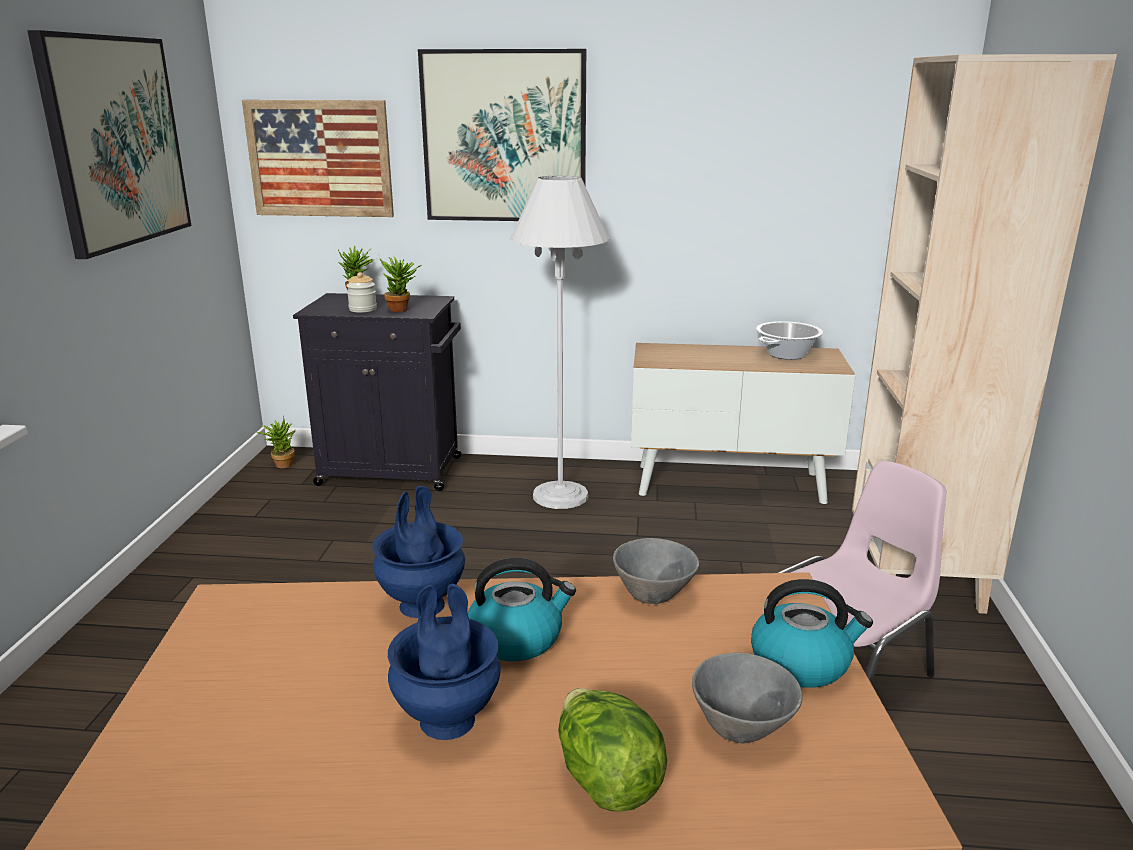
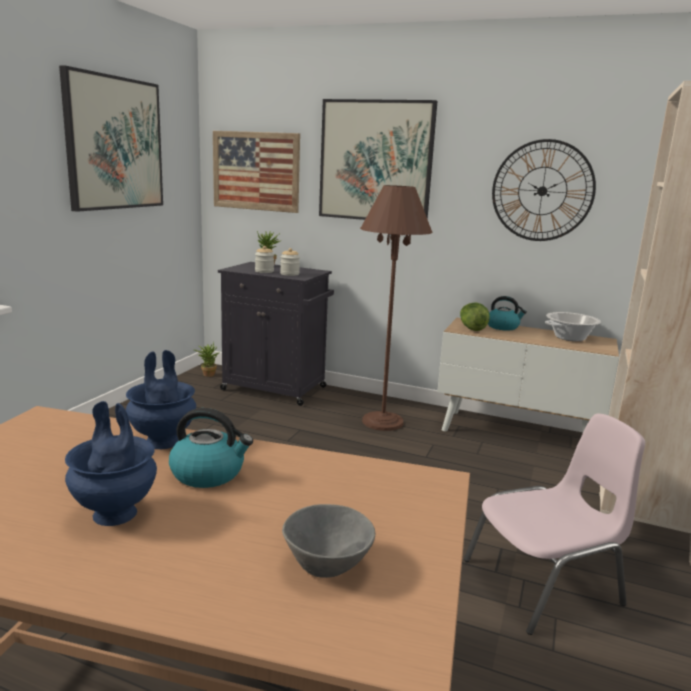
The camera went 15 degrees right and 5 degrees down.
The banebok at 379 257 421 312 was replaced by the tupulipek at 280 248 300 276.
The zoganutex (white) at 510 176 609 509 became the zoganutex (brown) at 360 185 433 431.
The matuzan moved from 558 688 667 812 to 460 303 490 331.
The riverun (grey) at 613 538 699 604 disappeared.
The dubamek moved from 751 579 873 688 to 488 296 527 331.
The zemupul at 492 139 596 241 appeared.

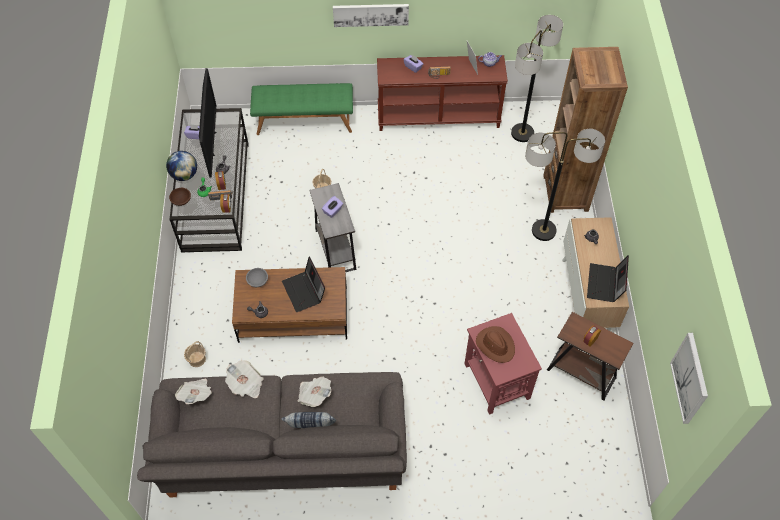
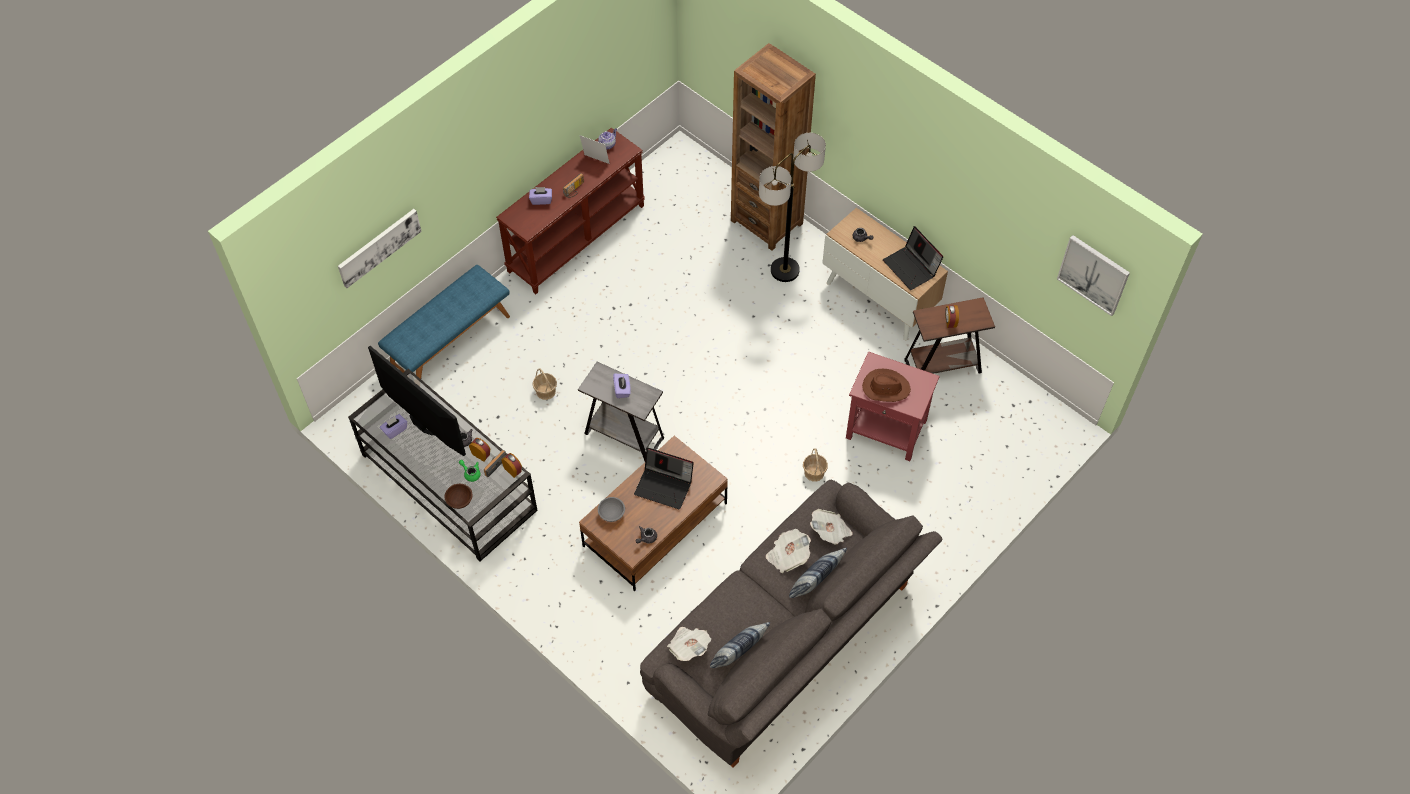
The camera went 45 degrees left and 0 degrees up.
The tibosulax at 166 151 197 181 disappeared.
The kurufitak moved from 184 341 206 367 to 803 448 828 482.
The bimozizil moved from 225 360 263 398 to 810 509 853 545.
The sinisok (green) at 250 83 353 135 became the sinisok (blue) at 378 265 510 379.
The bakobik moved from 333 4 409 27 to 338 209 422 288.
The zoganutex at 511 15 563 142 disappeared.
The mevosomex at 710 622 770 668 appeared.

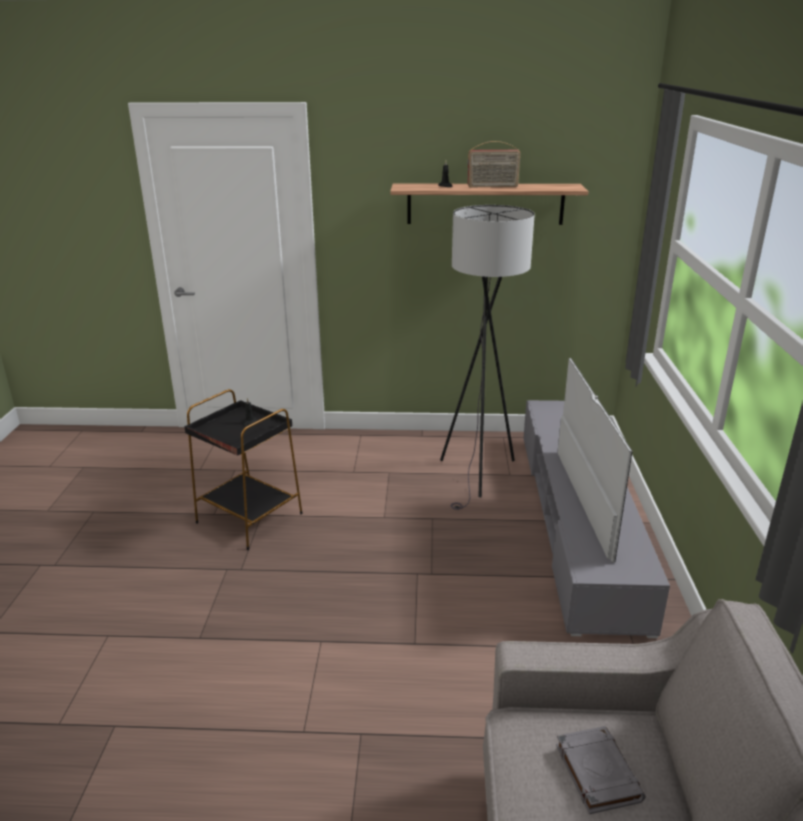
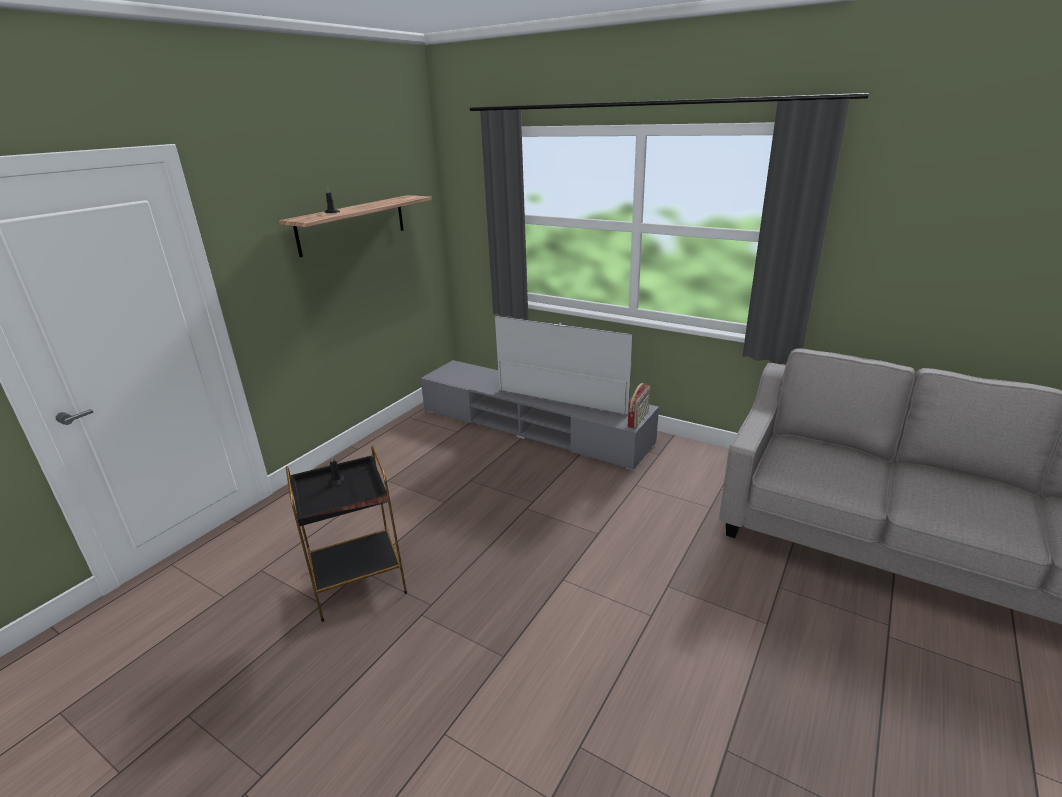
The camera went 60 degrees left and 0 degrees up.
The zoganutex (grey) at 440 205 535 510 disappeared.
The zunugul moved from 467 141 520 187 to 628 383 650 429.
The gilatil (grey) at 556 726 645 814 disappeared.

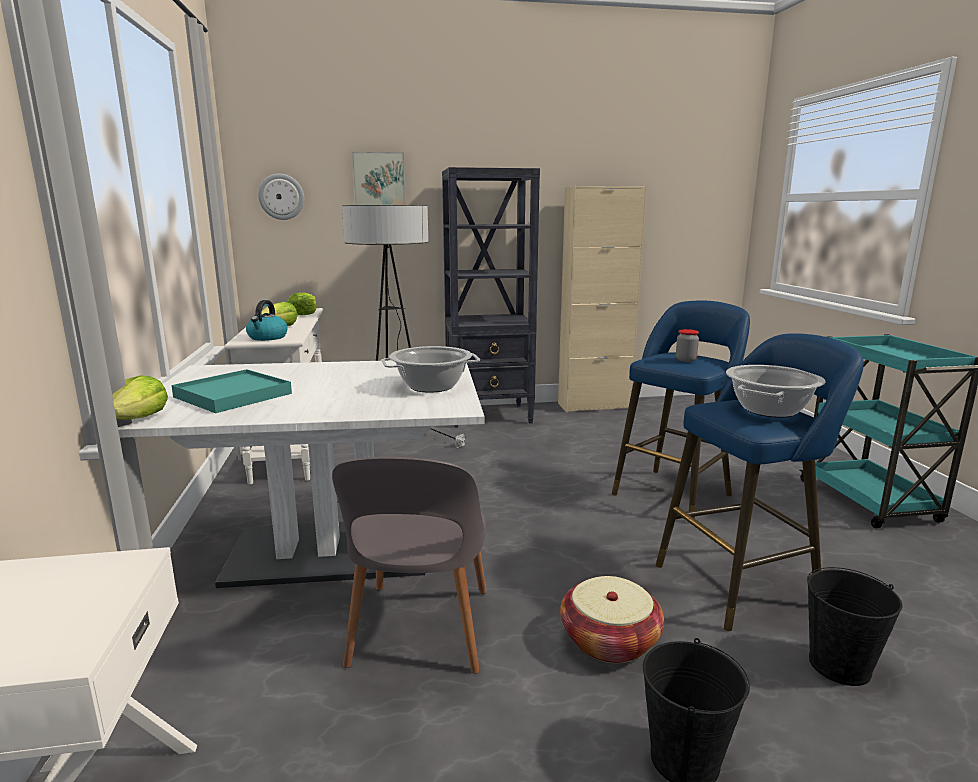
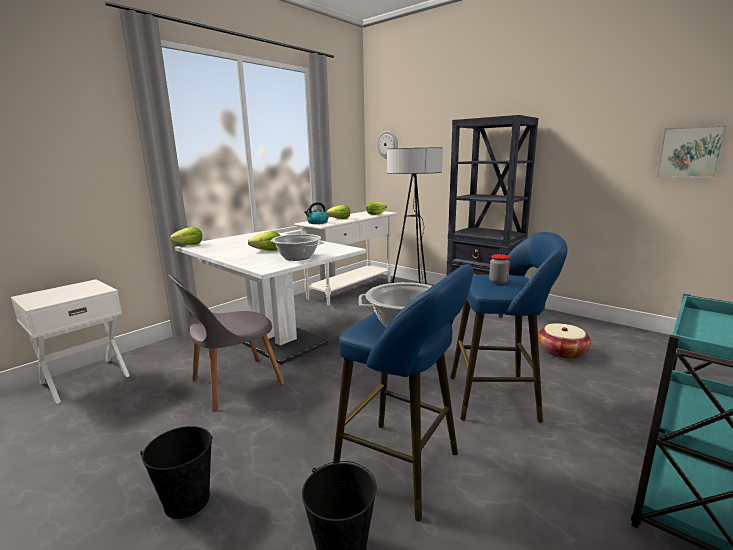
The camera went 50 degrees right and 0 degrees up.
The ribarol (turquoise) at 171 369 292 413 disappeared.
The bakobik moved from 352 151 406 205 to 656 125 727 178.
The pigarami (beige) at 558 186 647 412 disappeared.
The kurufitak moved from 560 576 664 663 to 538 323 591 359.
The matuzan at 248 231 280 251 appeared.

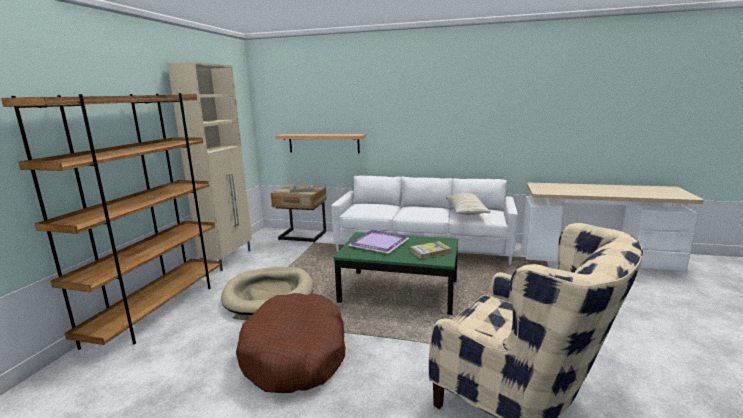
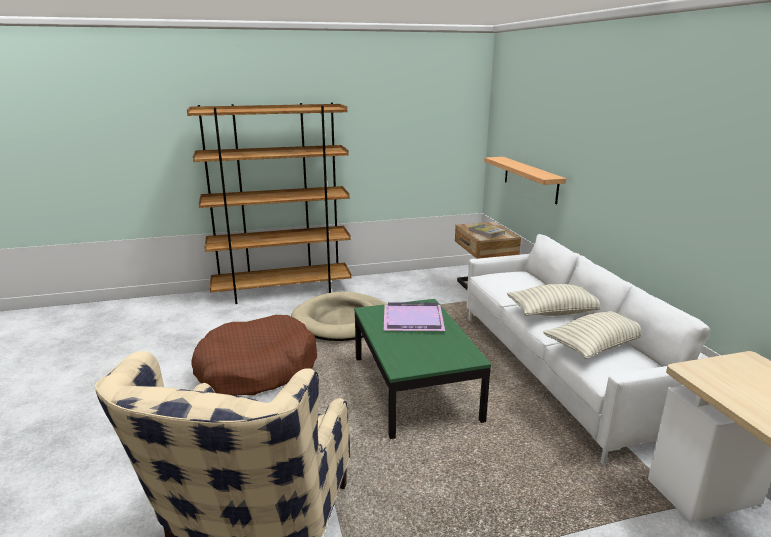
The camera went 60 degrees right and 5 degrees up.
The pigarami (beige) at 167 62 252 271 disappeared.
The gilatil at 410 241 451 259 disappeared.
The mevosomex at 507 284 600 316 appeared.

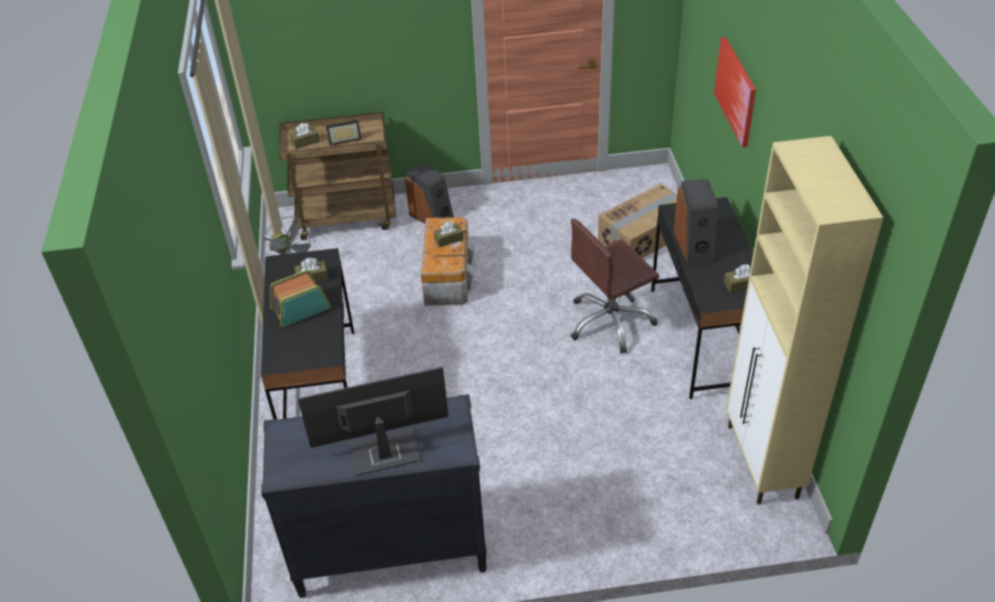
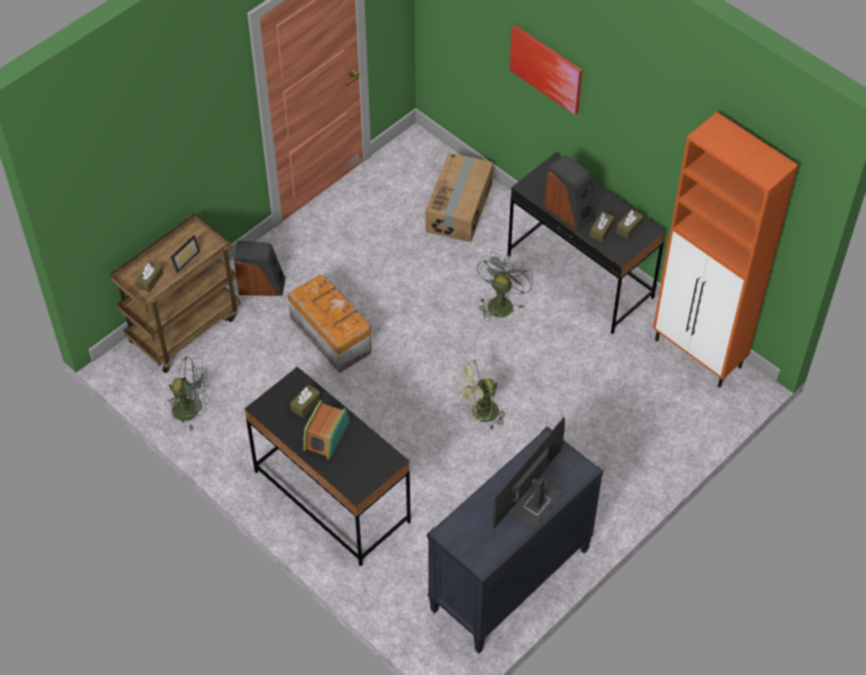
The camera went 40 degrees left and 10 degrees up.
The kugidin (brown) moved from 434 221 464 247 to 590 212 615 242.
The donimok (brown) at 571 218 659 354 was replaced by the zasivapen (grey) at 477 252 534 321.
The pigarami (beige) at 726 136 883 505 became the pigarami (orange) at 653 112 799 388.
The zasivapen (green) at 456 360 508 429 appeared.

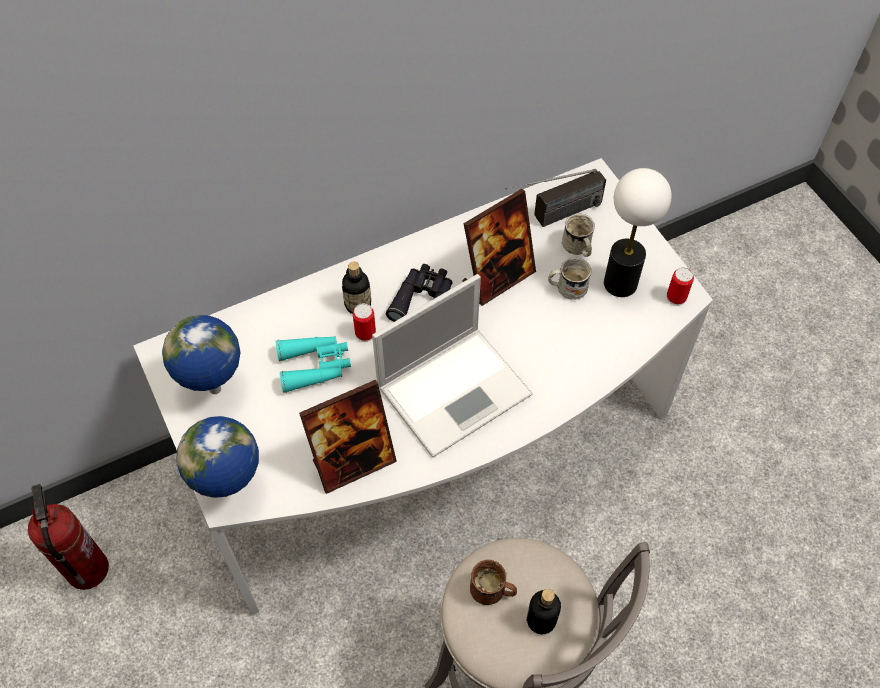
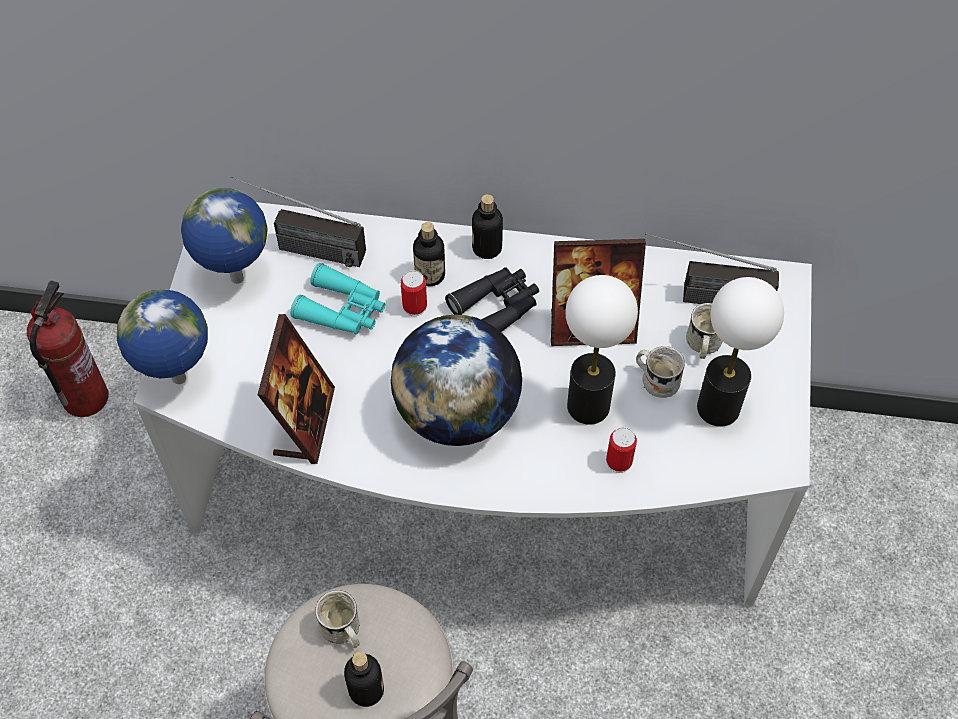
The camera went 35 degrees right and 0 degrees up.
The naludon at 299 380 397 494 turned 90 degrees counterclockwise.
The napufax at 372 274 533 458 was replaced by the tibosulax at 391 314 522 446.
The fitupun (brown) at 470 560 517 605 became the fitupun (white) at 315 590 360 648.
The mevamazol moved from 667 267 694 306 to 606 427 637 473.
The zunugul at 230 176 366 267 appeared.
The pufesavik at 472 194 503 259 appeared.
The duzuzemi at 565 275 638 425 appeared.

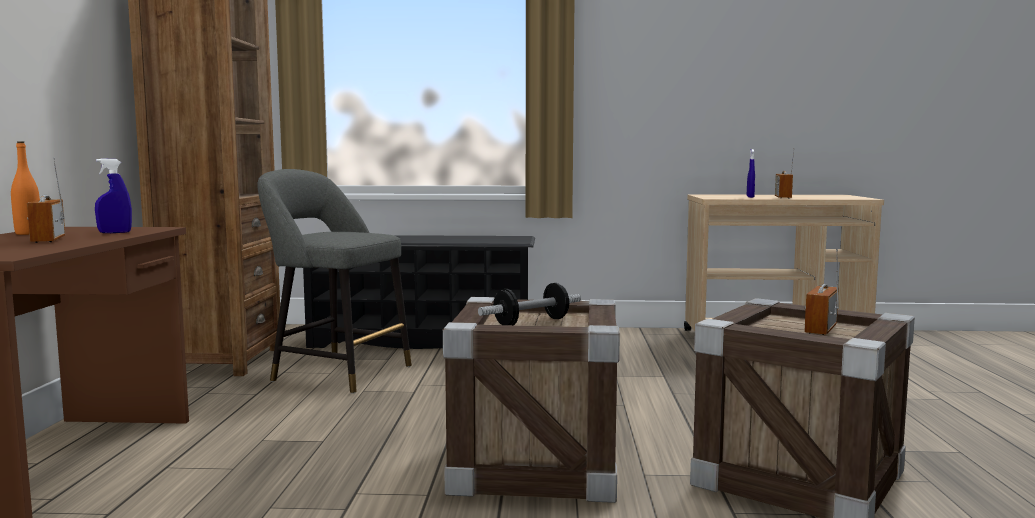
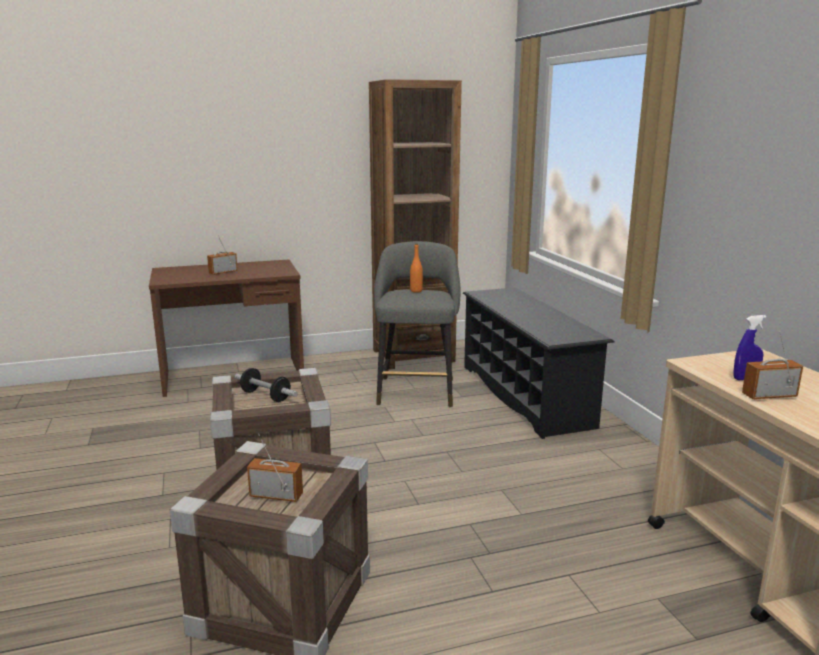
The camera went 70 degrees right and 10 degrees up.
The pufesavik (orange) moved from 11 141 40 235 to 410 243 423 293.
The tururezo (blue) at 95 158 132 233 disappeared.

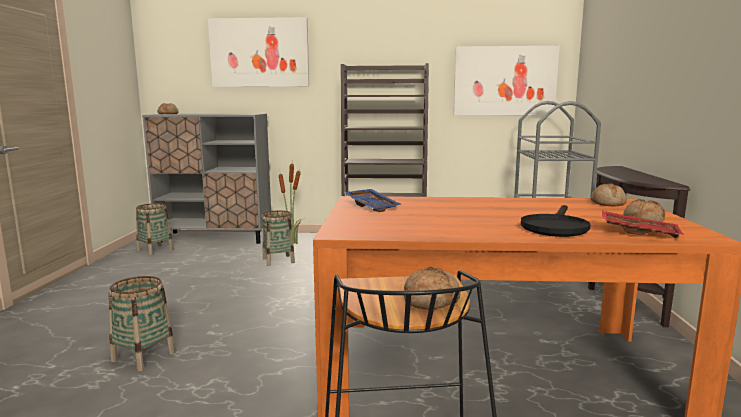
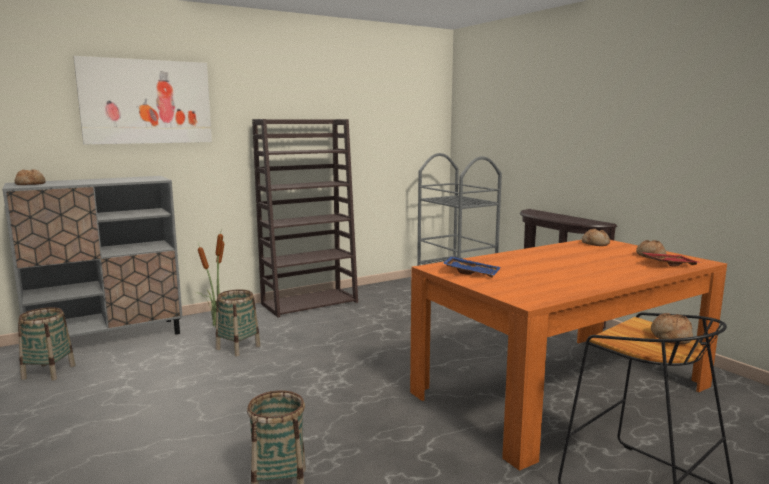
The camera went 35 degrees left and 0 degrees up.
The bakobik at 454 46 560 115 disappeared.
The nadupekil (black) at 521 205 591 237 disappeared.

